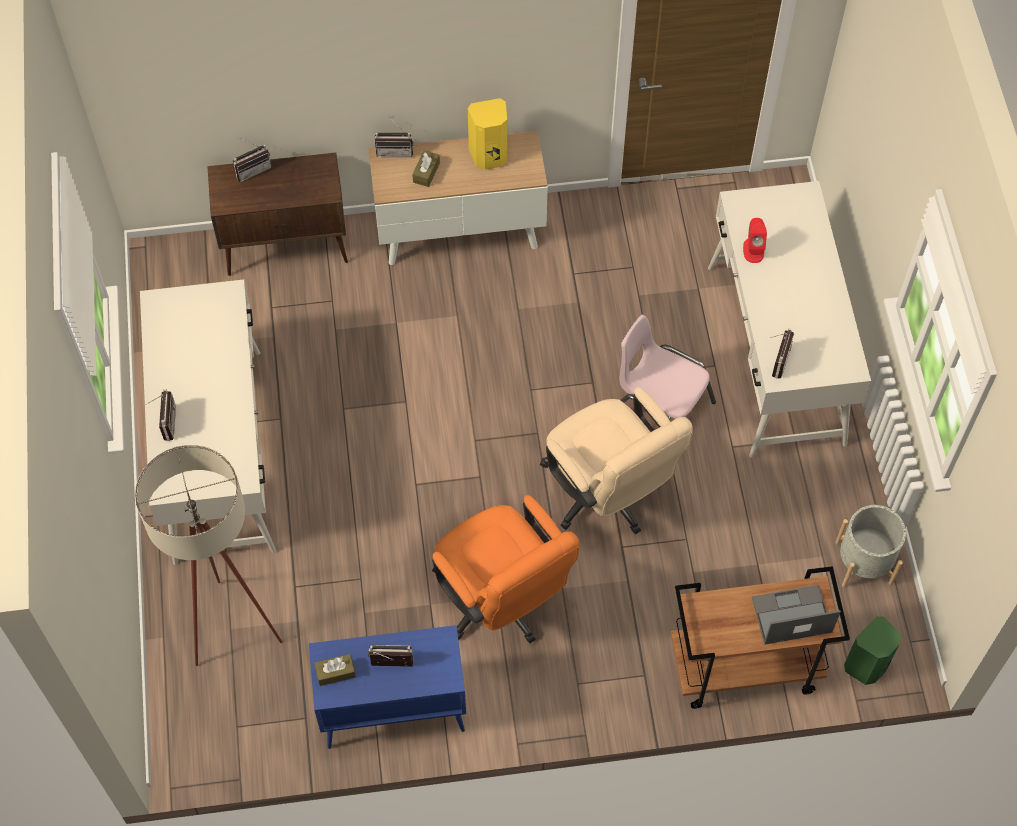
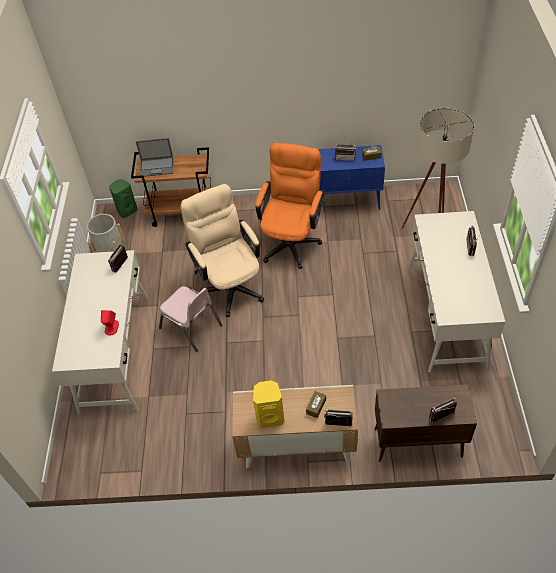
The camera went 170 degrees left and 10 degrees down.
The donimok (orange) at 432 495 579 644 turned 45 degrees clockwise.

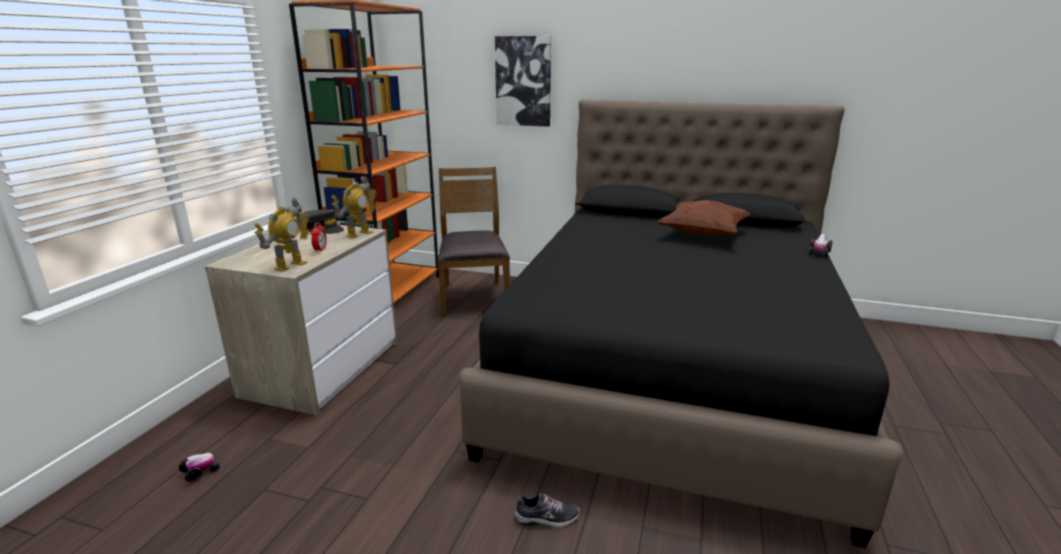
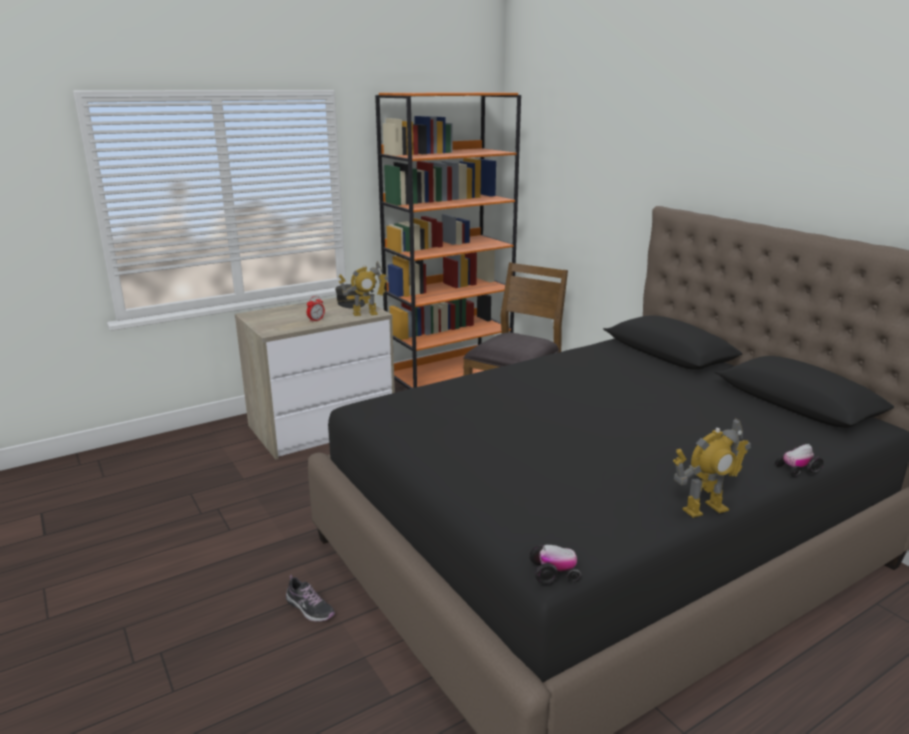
The camera went 40 degrees right and 0 degrees up.
The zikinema moved from 179 453 220 482 to 529 545 582 584.
The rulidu moved from 254 198 310 272 to 673 418 751 518.
The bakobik at 495 36 551 127 disappeared.
The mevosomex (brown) at 657 200 751 236 disappeared.

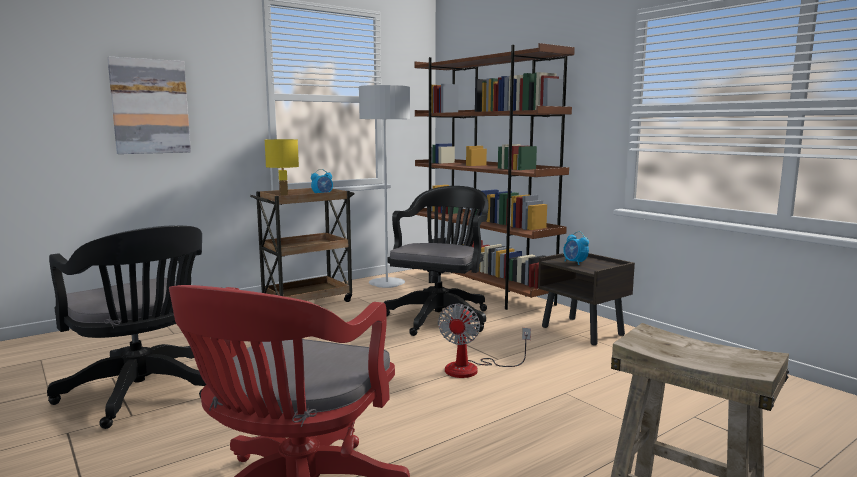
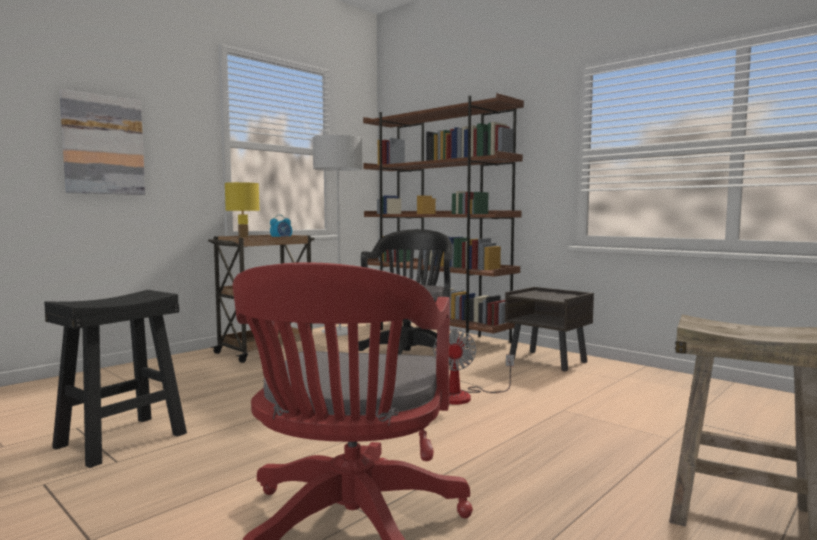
The camera went 10 degrees left and 5 degrees down.
The donimok (black) at 47 225 206 429 was replaced by the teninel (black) at 44 290 187 468.
The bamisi at 563 231 589 265 disappeared.

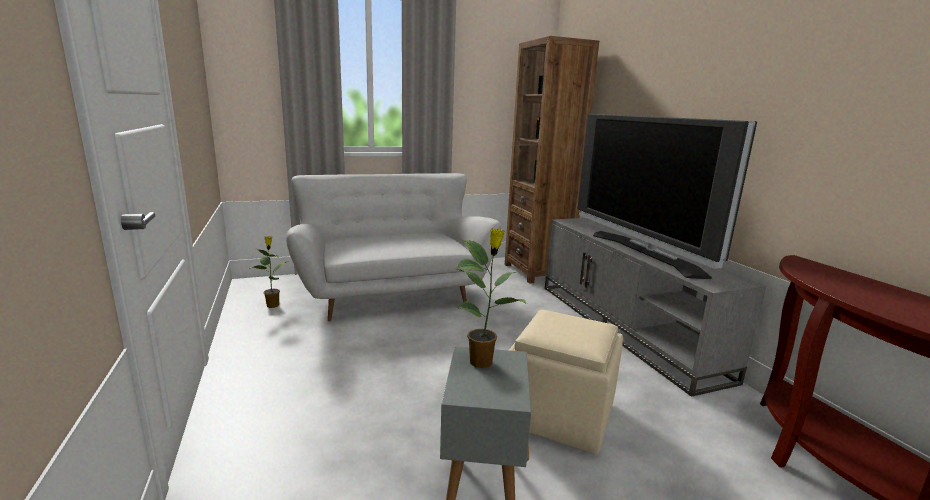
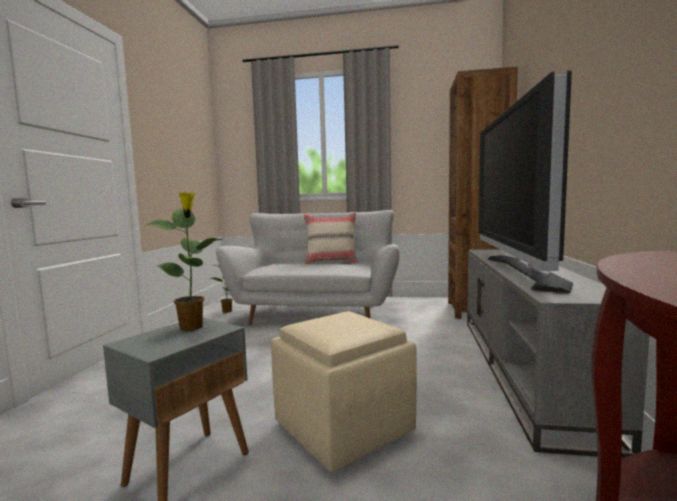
The camera went 30 degrees right and 10 degrees down.
The mevosomex (beige) at 304 213 358 264 appeared.

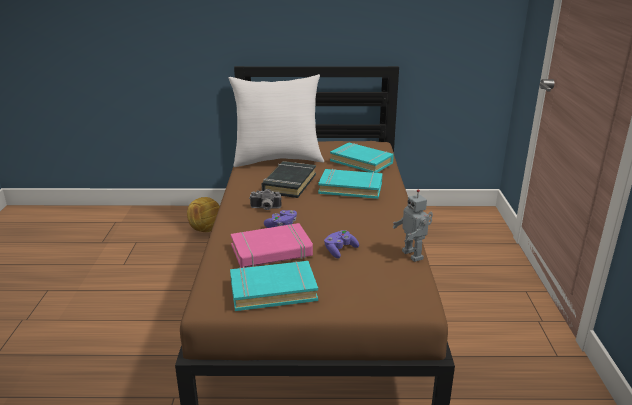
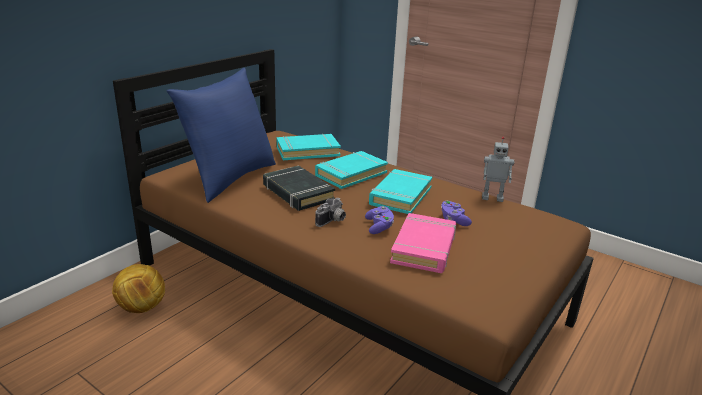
The camera went 55 degrees left and 0 degrees up.
The mevosomex (white) at 228 74 324 167 became the mevosomex (blue) at 167 68 276 203.
The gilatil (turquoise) moved from 230 261 318 311 to 369 169 432 214.

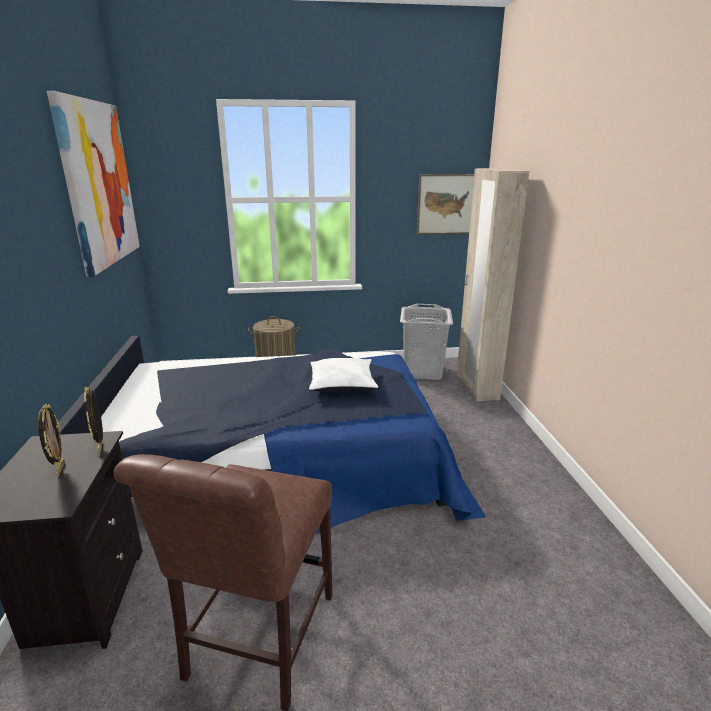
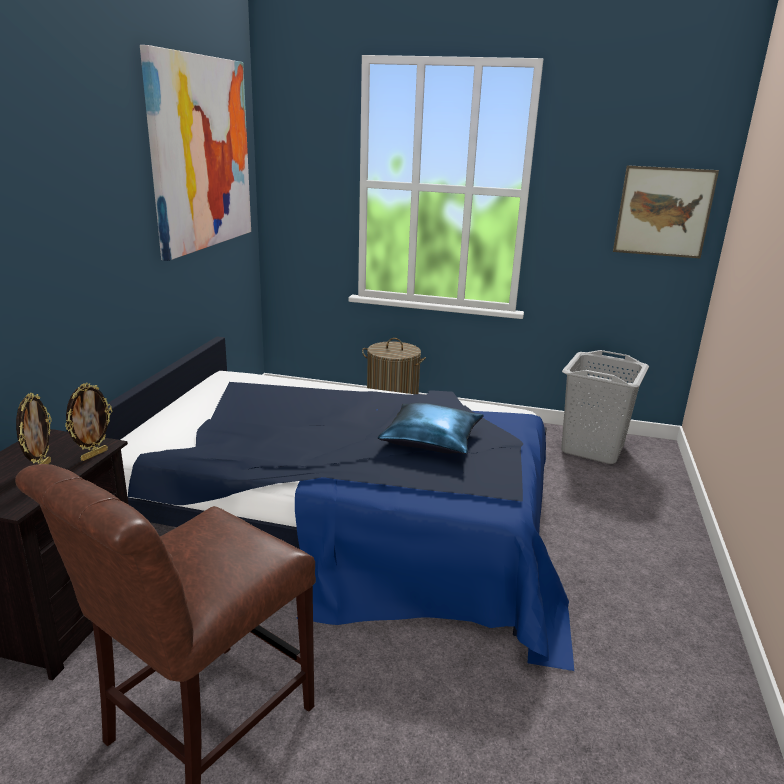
The camera went 20 degrees right and 0 degrees up.
The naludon at 84 387 103 455 turned 150 degrees counterclockwise.
The mevosomex (white) at 309 358 378 392 became the mevosomex (blue) at 378 403 484 454.
The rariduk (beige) at 457 168 529 401 disappeared.

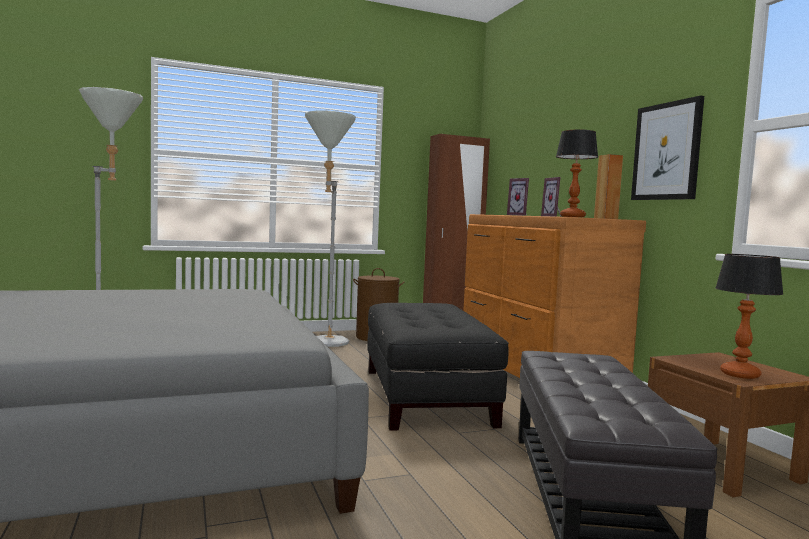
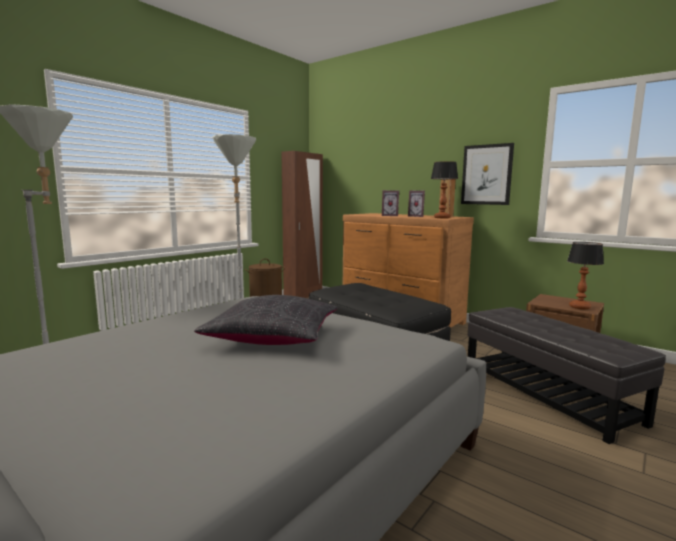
The camera went 30 degrees left and 5 degrees up.
The mevosomex (black) at 194 295 338 345 appeared.

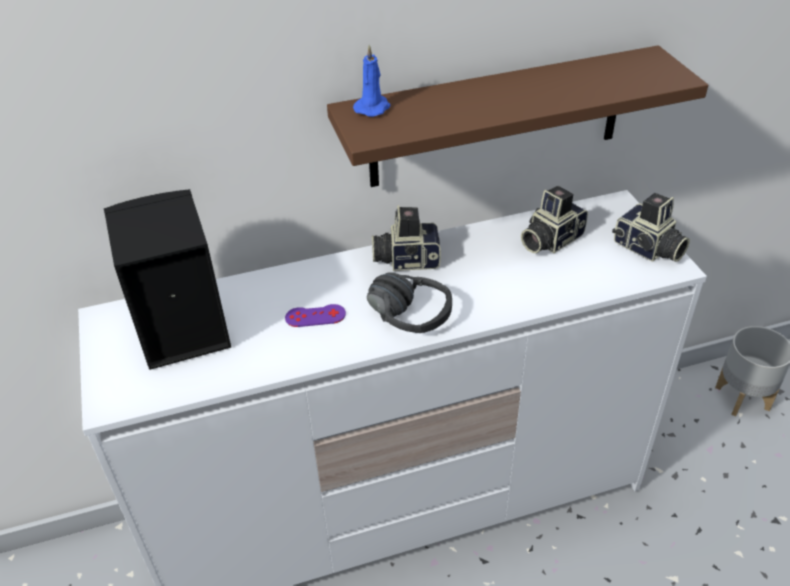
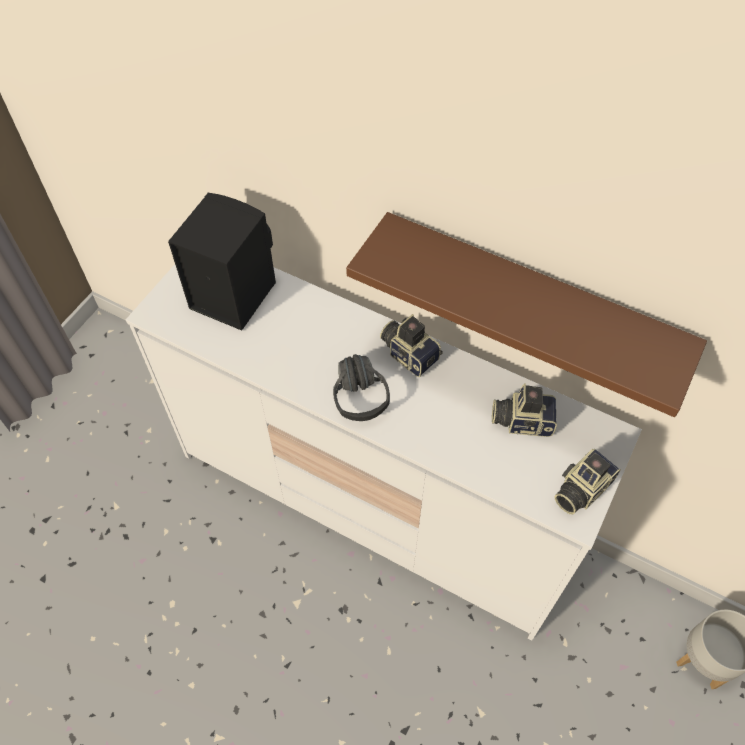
The camera went 45 degrees right and 15 degrees up.
The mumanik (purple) at 285 304 346 327 disappeared.
The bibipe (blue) at 353 44 391 117 disappeared.
The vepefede at 612 193 690 262 turned 45 degrees clockwise.

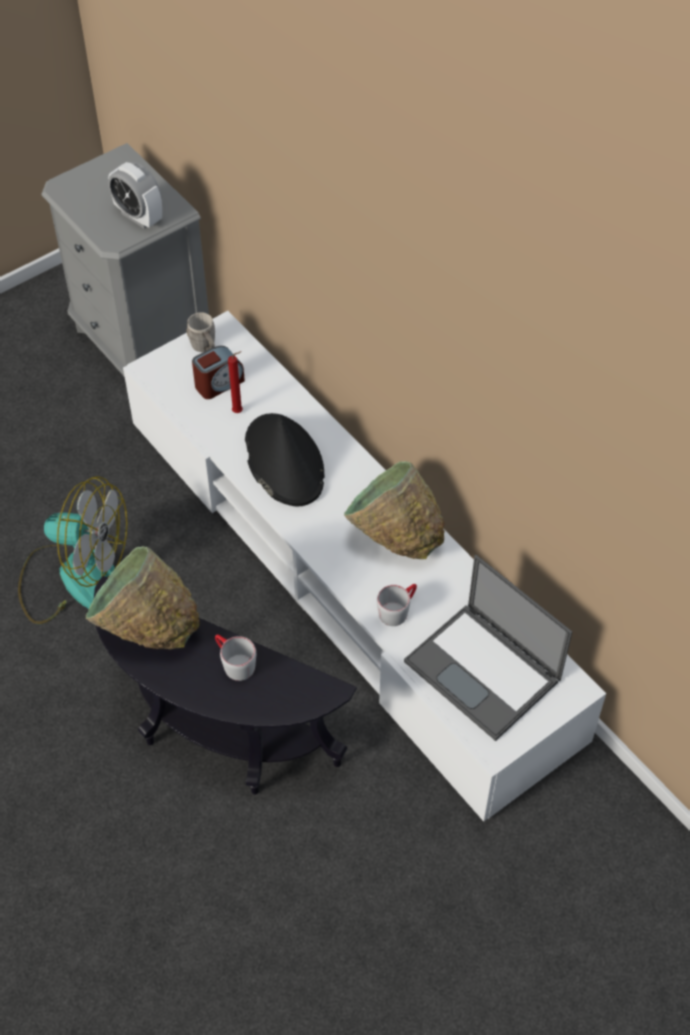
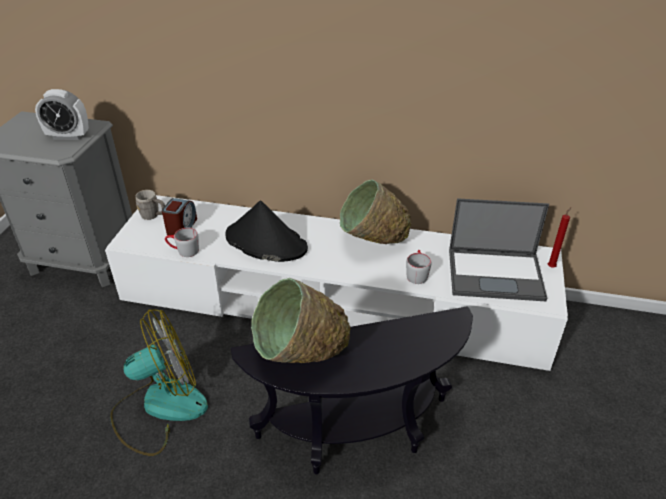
The camera went 40 degrees left and 15 degrees down.
The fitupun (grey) moved from 215 635 256 681 to 165 228 199 257.
The bibipe (red) moved from 228 351 243 413 to 548 207 571 268.

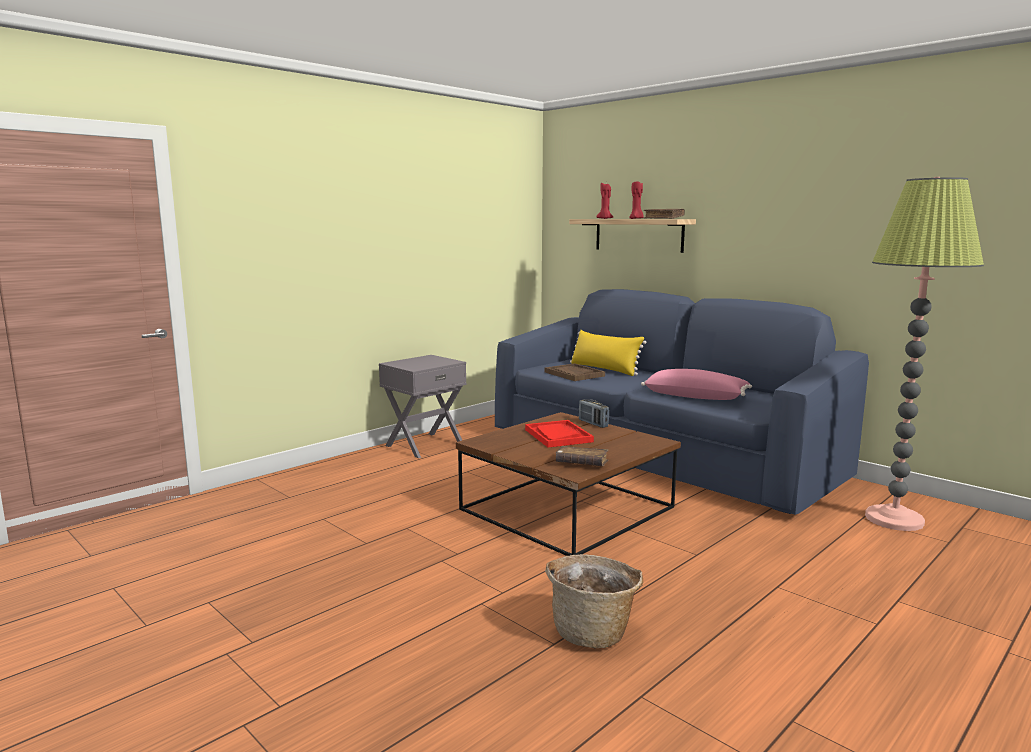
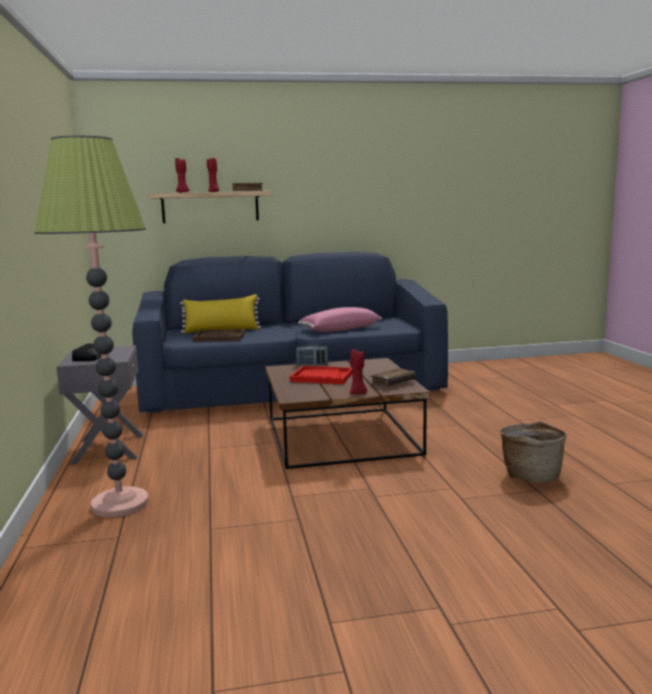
The camera went 55 degrees left and 0 degrees up.
The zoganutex moved from 865 177 984 531 to 35 136 149 517.
The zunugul at 72 343 101 361 appeared.
The bibipe (red) at 350 349 367 394 appeared.

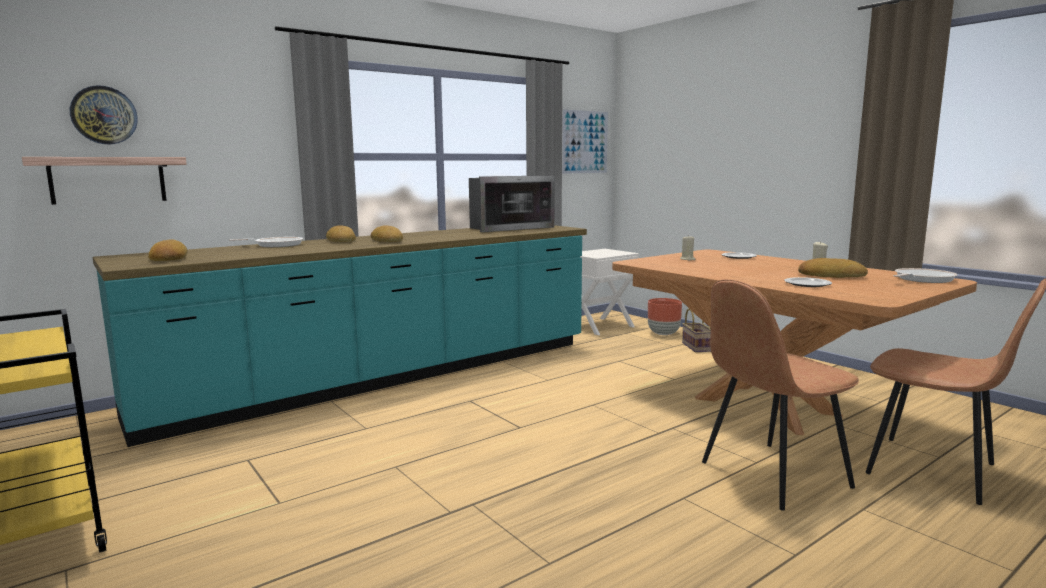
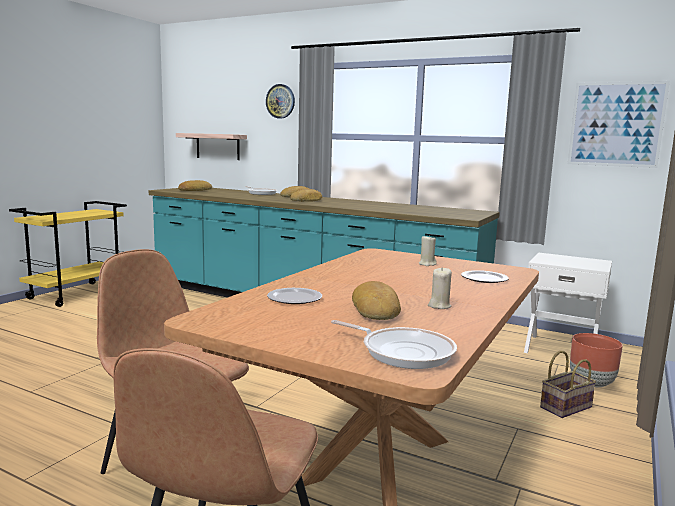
The camera went 65 degrees right and 0 degrees up.
The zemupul moved from 70 85 138 144 to 266 84 295 119.
The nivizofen at 469 175 554 232 disappeared.

